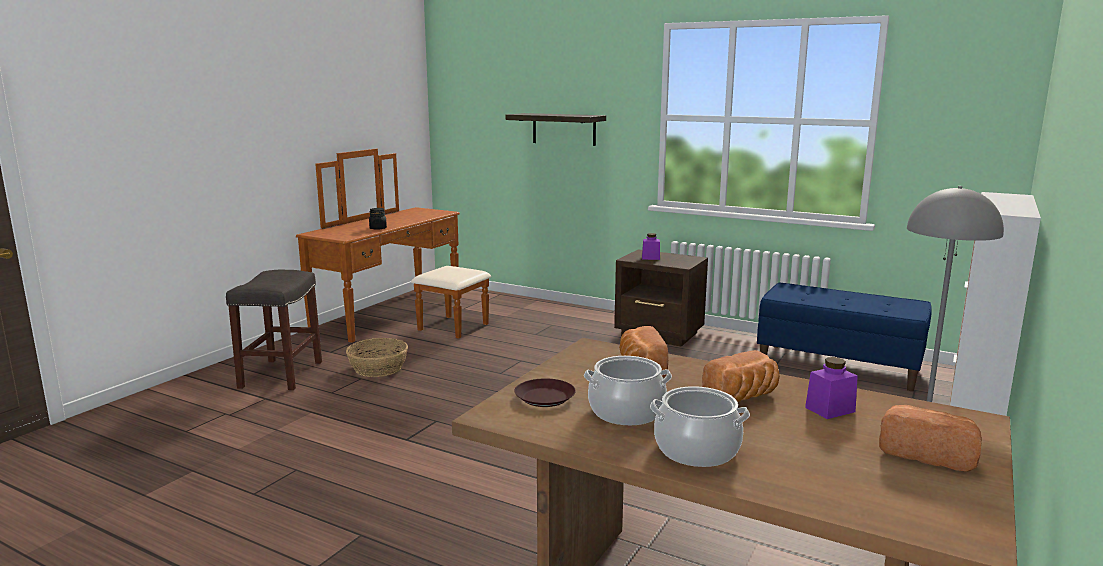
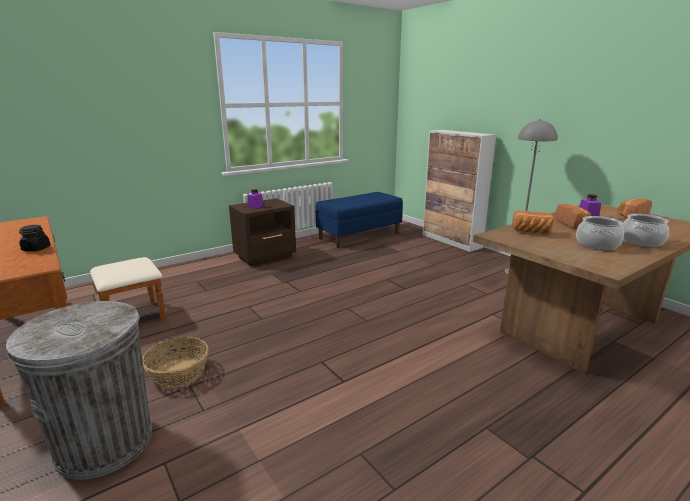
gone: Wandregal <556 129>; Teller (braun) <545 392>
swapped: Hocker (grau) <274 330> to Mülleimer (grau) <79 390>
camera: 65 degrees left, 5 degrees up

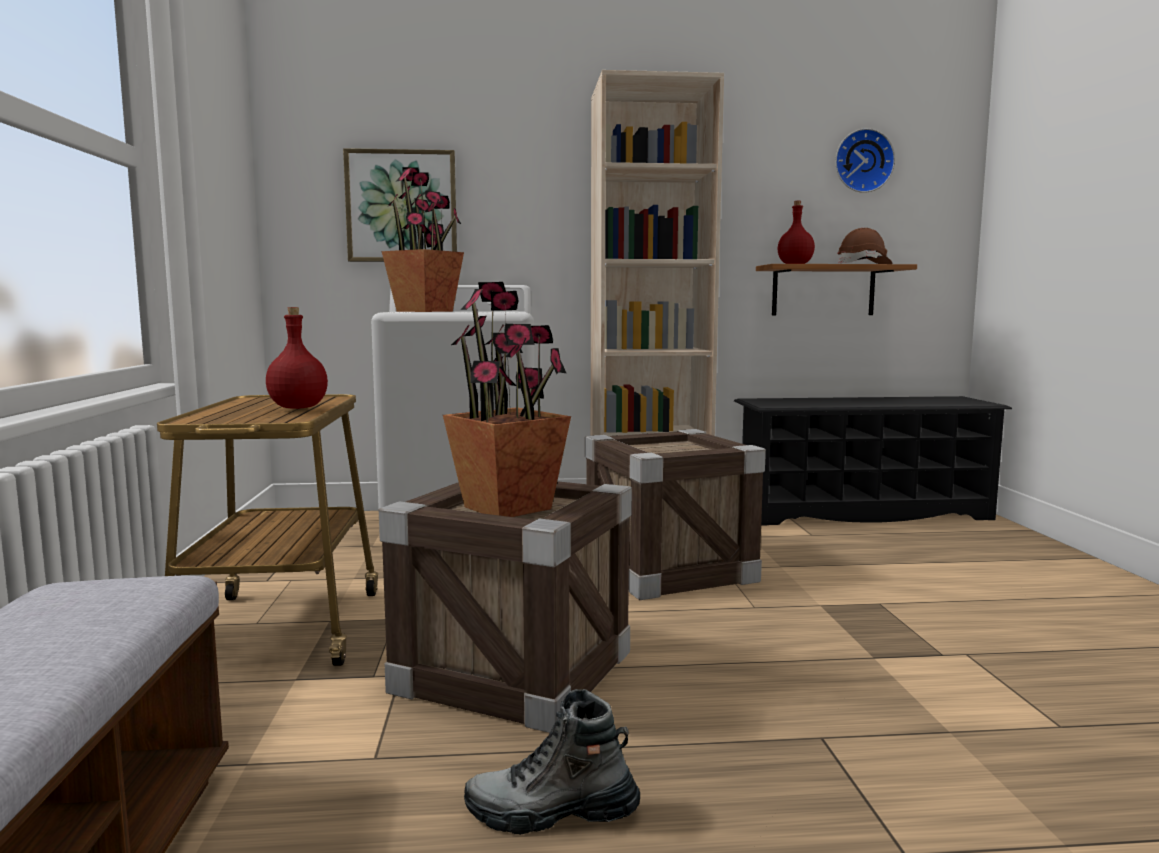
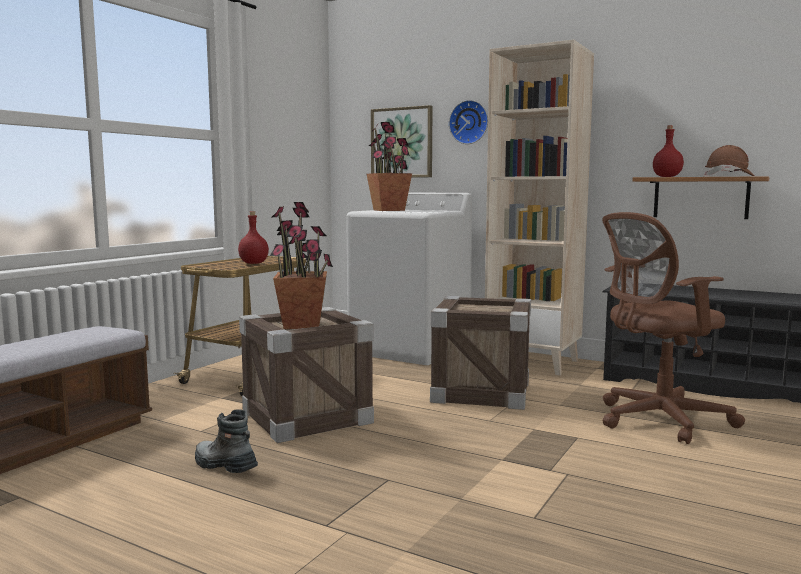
new: Bürostuhl (braun) <673 328>
shifted: Wanduhr <865 160> to <468 122>
camera: 35 degrees right, 0 degrees up

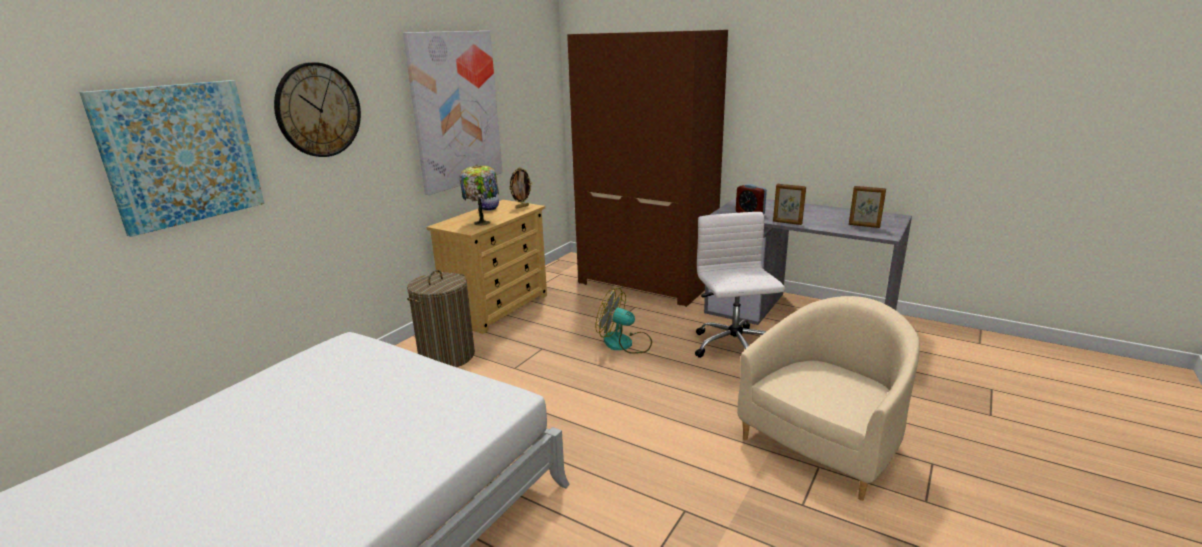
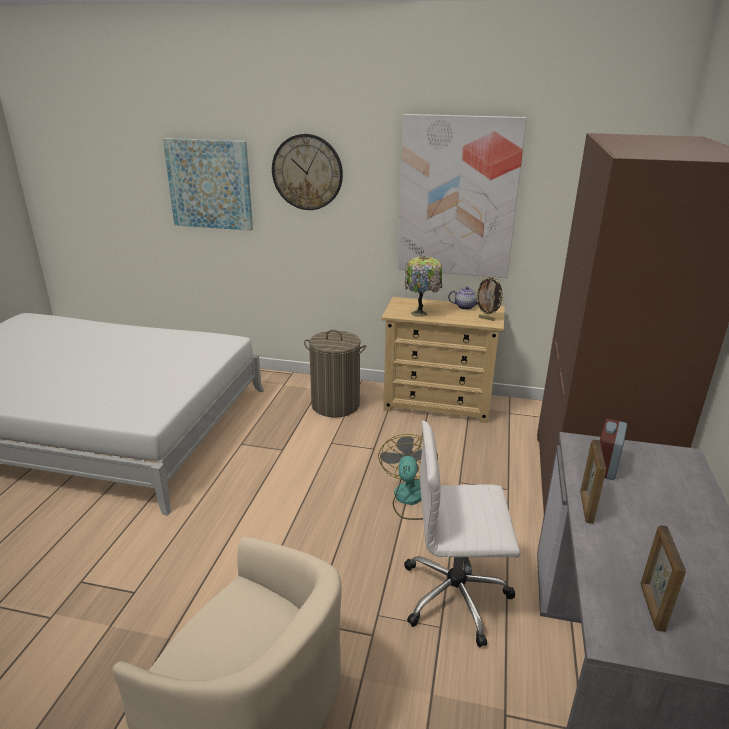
rotated: Bürostuhl (weiß) <740 285> = <462 534> 150 degrees counterclockwise
camera: 70 degrees right, 5 degrees up

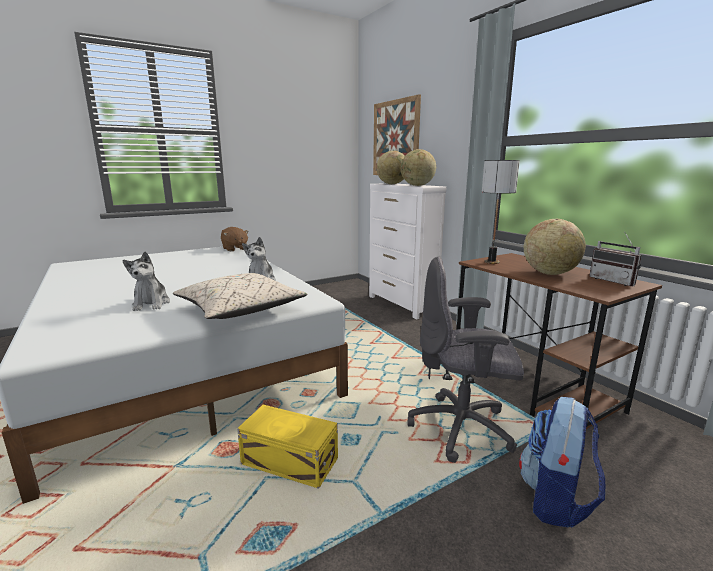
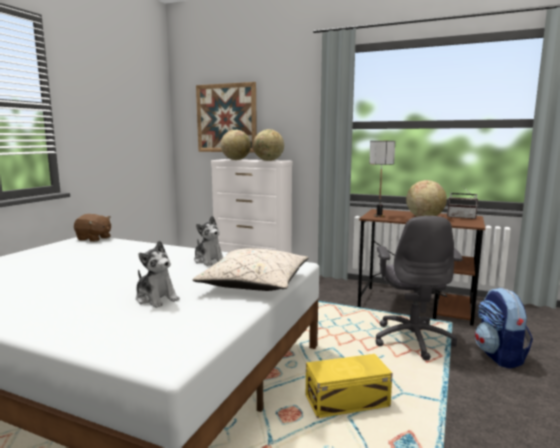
rotated: Bürostuhl (grau) <465 359> = <419 288> 60 degrees counterclockwise
camera: 35 degrees left, 5 degrees down

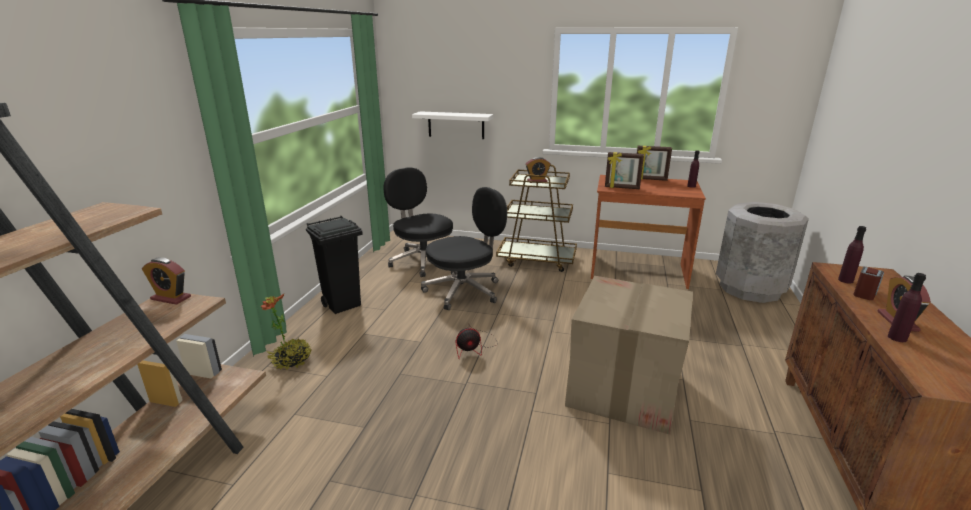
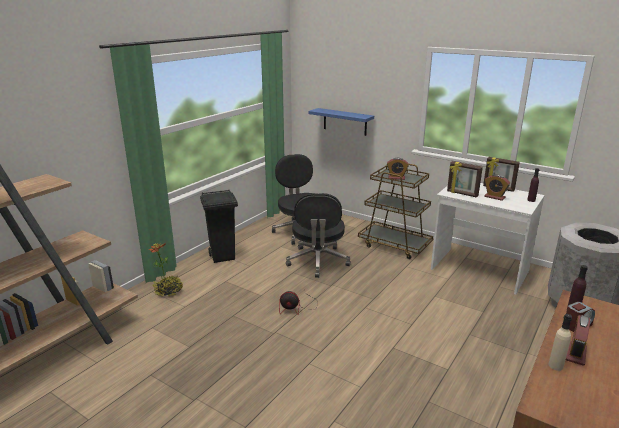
gone: Karton <629 355>
shifted: Wecker <166 281> to <497 187>
repainted: Wandregal (weiß) <452 125> to Wandregal (blau) <341 122>; Schreibtisch (braun) <648 232> to Schreibtisch (weiß) <488 239>; Flasche (lila) <907 307> to Flasche (beige) <560 342>
rotated: Bürostuhl (schwarz) <464 248> = <318 235> 105 degrees clockwise
camera: 20 degrees right, 0 degrees up

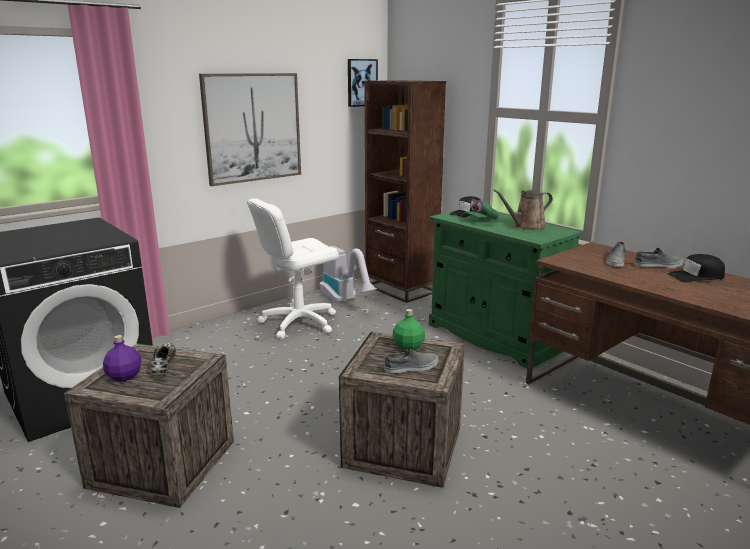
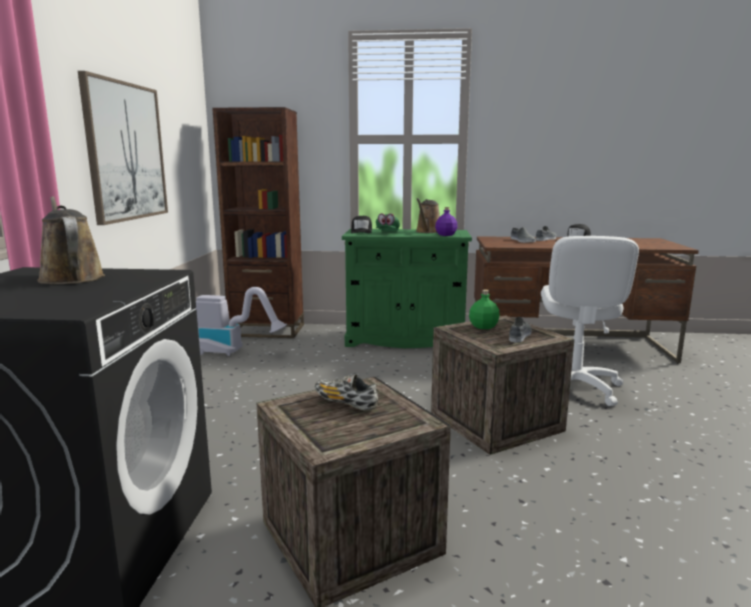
gone: Bild <363 83>
new: Gießkanne (braun) <71 240>
shifted: Flasche (lila) <122 358> to <446 221>; Bürostuhl (weiß) <293 268> to <590 321>
camera: 45 degrees left, 5 degrees down

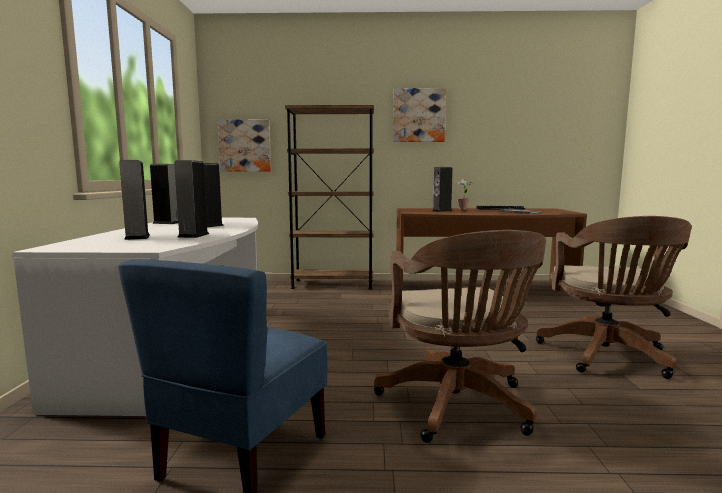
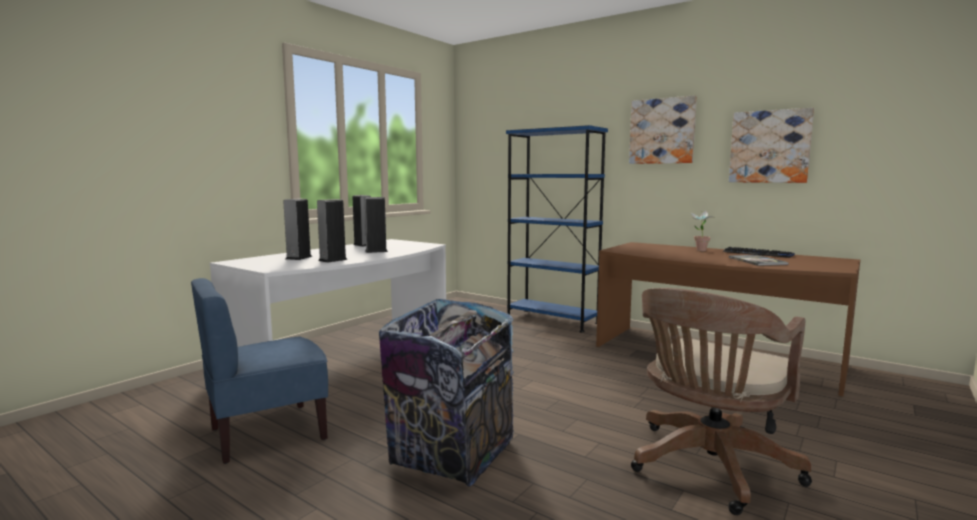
gone: Lautsprecher <442 189>
shifted: Bild <244 145> to <771 145>
swapped: Bürostuhl (braun) <460 336> to Mülleimer <446 393>
repainted: Bücherregal (braun) <329 197> to Bücherregal (blau) <557 229>
camera: 35 degrees right, 0 degrees up

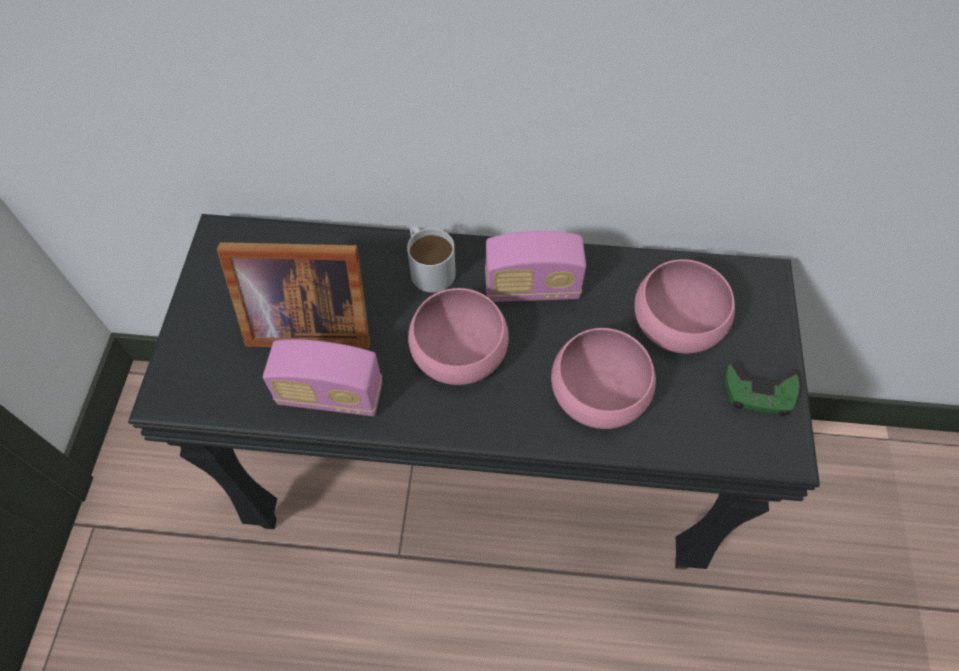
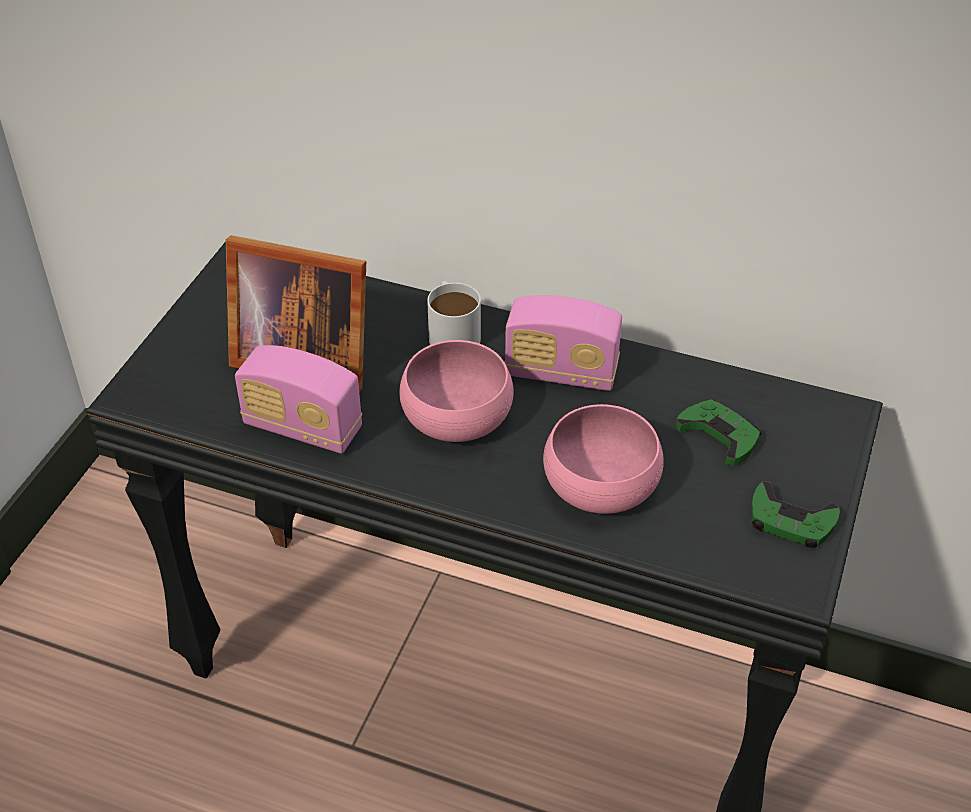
swapped: Schüssel (rosa) <684 306> to Gamepad (grün) <718 433>
camera: 15 degrees right, 15 degrees down

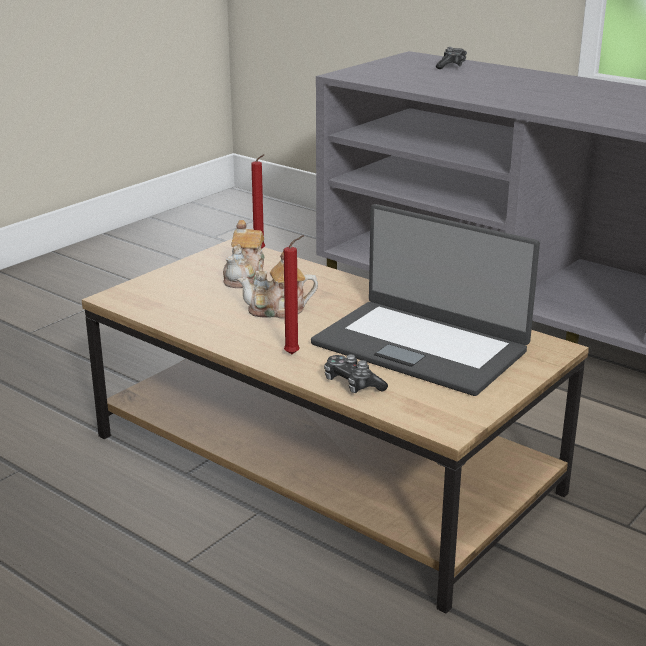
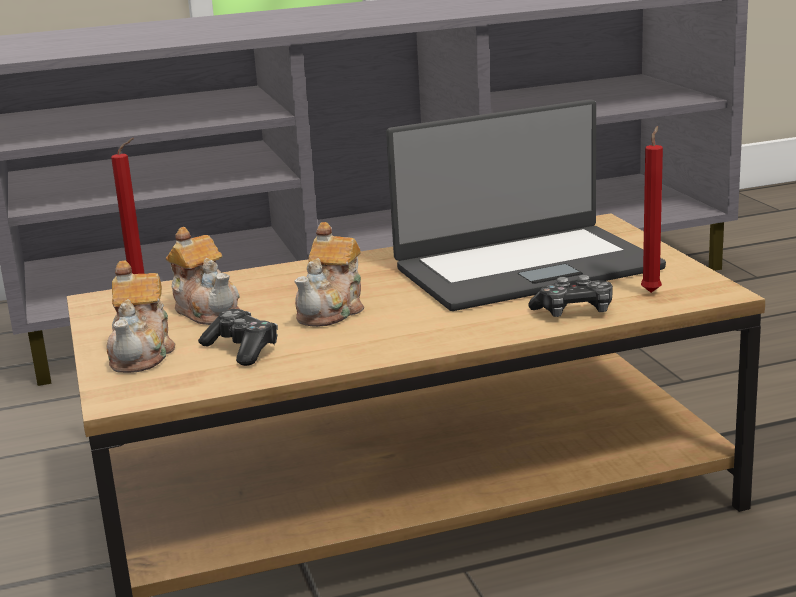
new: Teekanne <140 316>
shifted: Kerze (rot) <294 294> to <652 209>; Gamepad <451 58> to <238 337>
camera: 55 degrees left, 5 degrees down

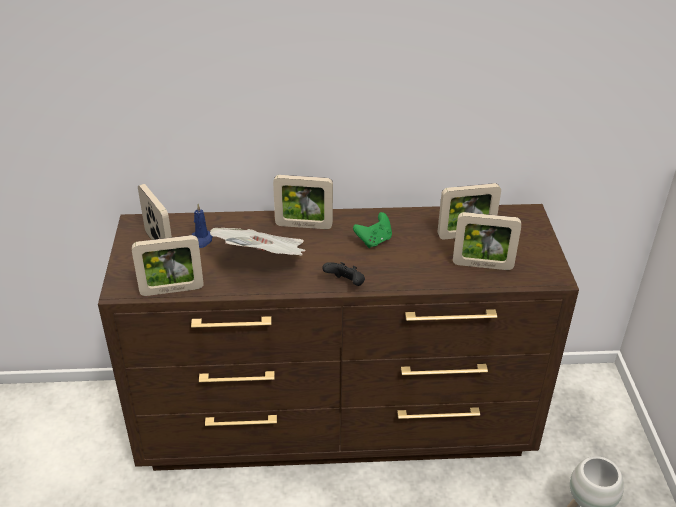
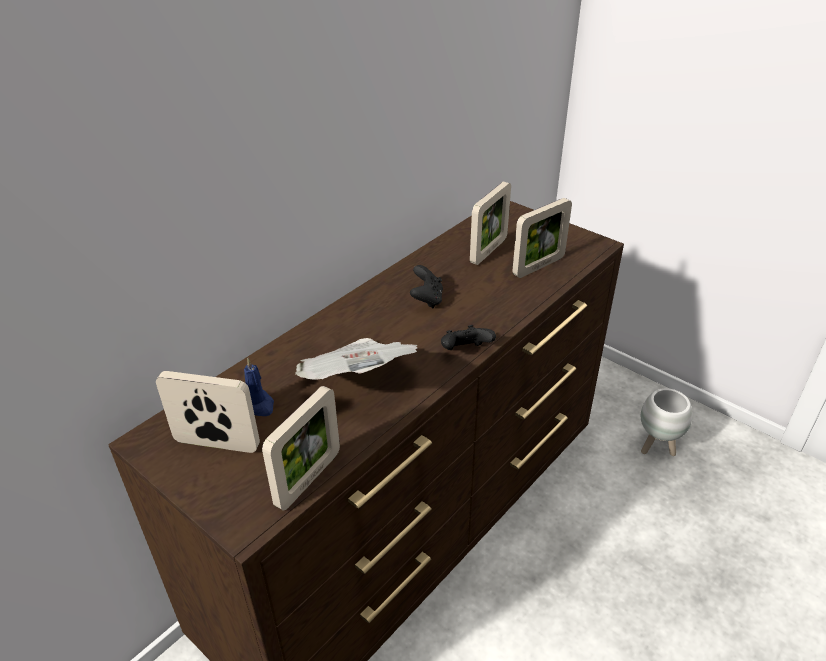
gone: Bilderrahmen <303 202>
repainted: Gamepad (grün) <372 230> to Gamepad (schwarz) <426 286>
camera: 45 degrees left, 0 degrees up

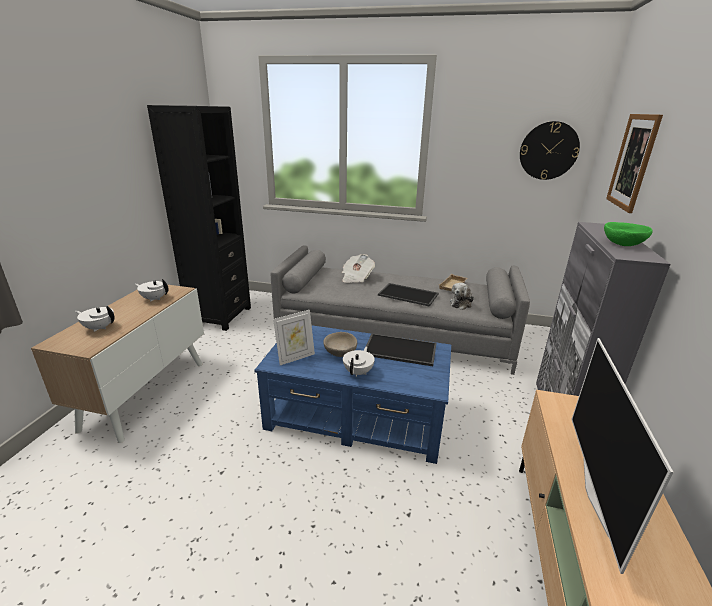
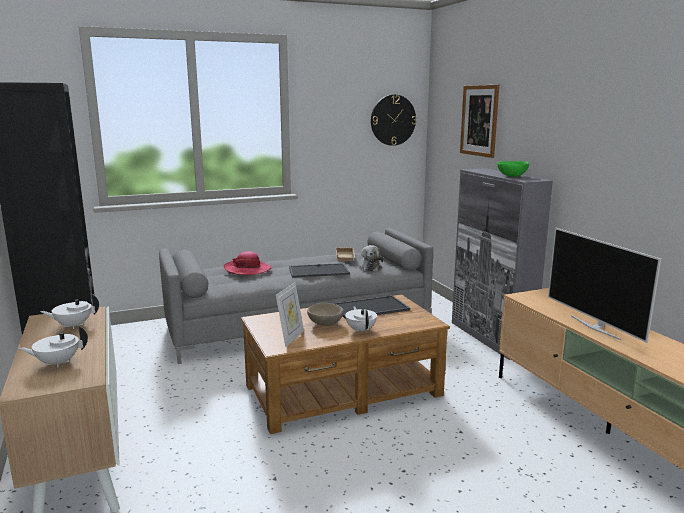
swapped: Zeitung <358 268> to Hut <247 263>
repainted: Couchtisch (blau) <352 394> to Couchtisch (braun) <345 364>
camera: 35 degrees left, 10 degrees down

